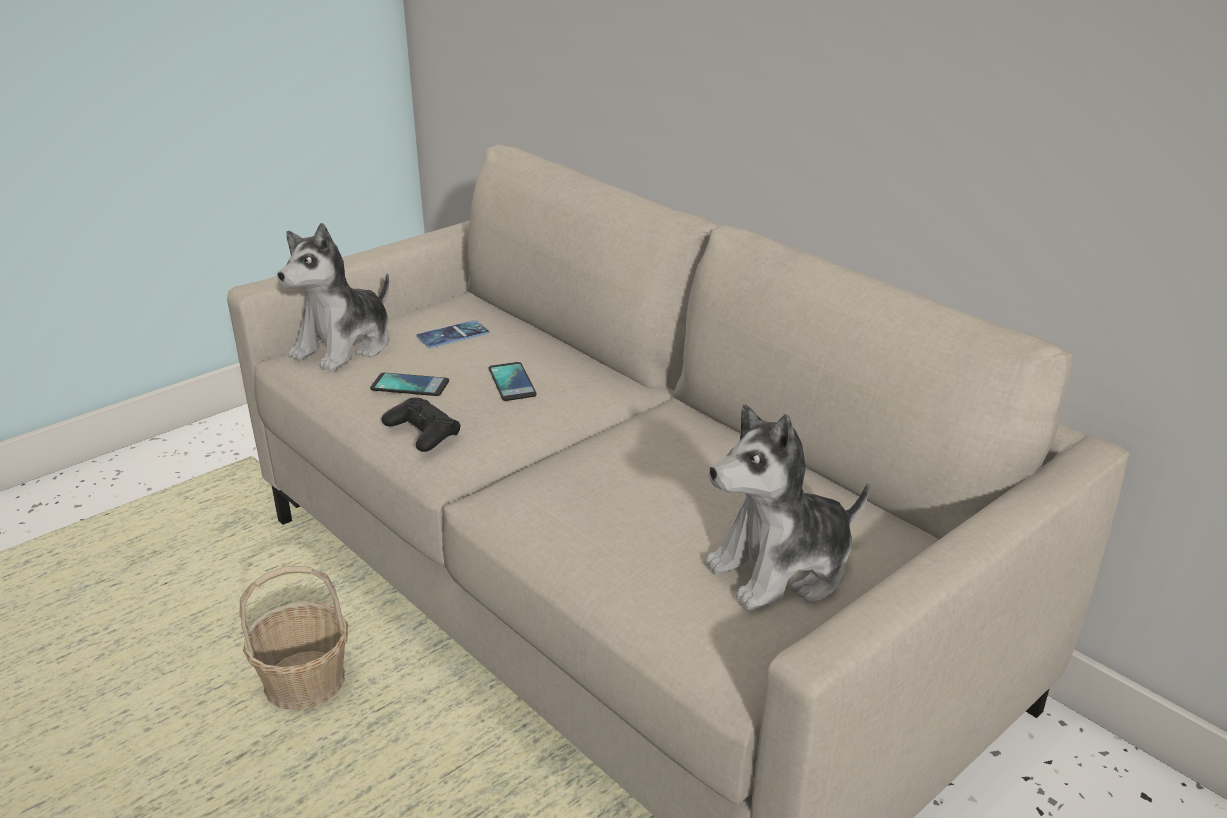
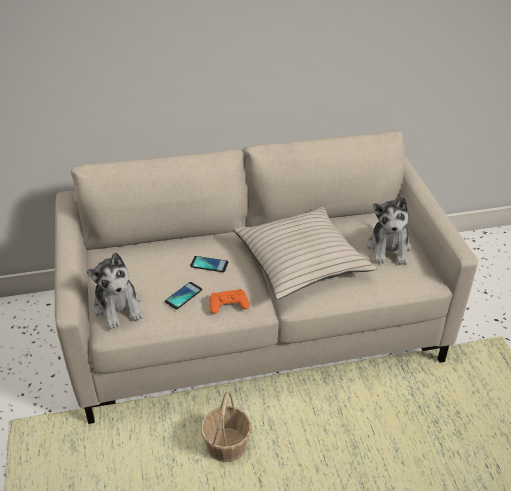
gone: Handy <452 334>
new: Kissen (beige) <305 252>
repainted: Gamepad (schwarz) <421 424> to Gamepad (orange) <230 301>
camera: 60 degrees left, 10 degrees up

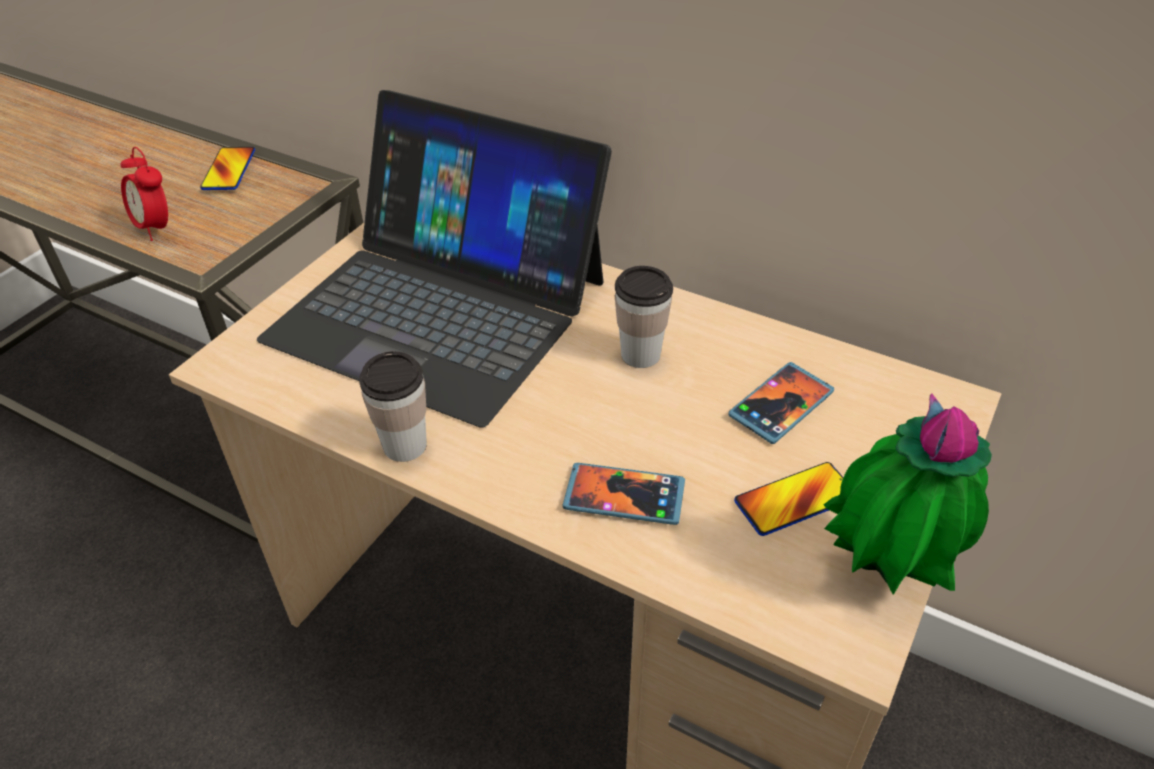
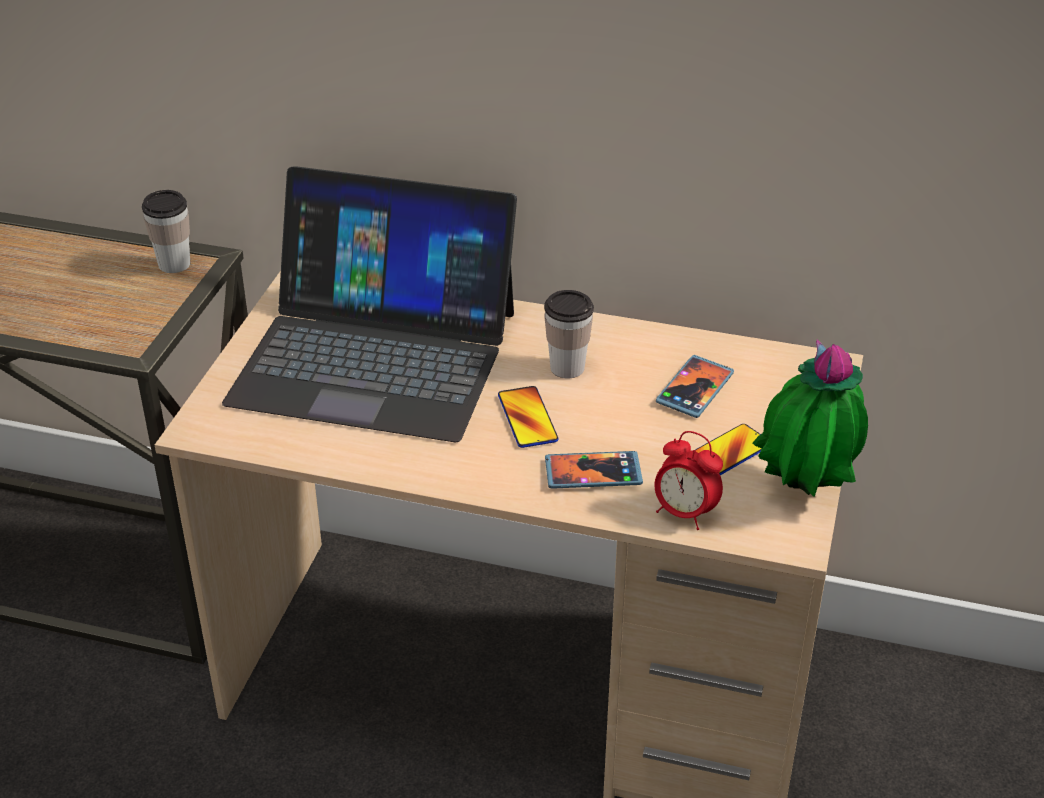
shifted: Wecker <144 194> to <689 480>; Handy <227 168> to <528 417>; Tasse <393 406> to <166 231>
camera: 15 degrees left, 5 degrees down

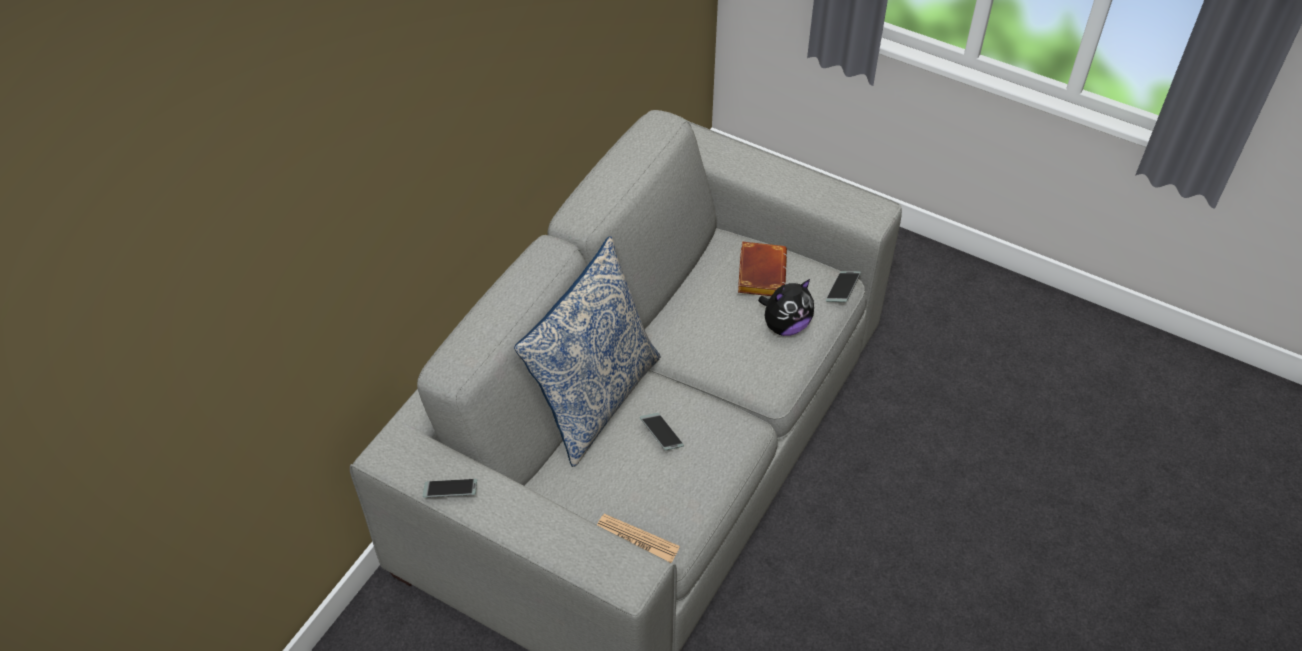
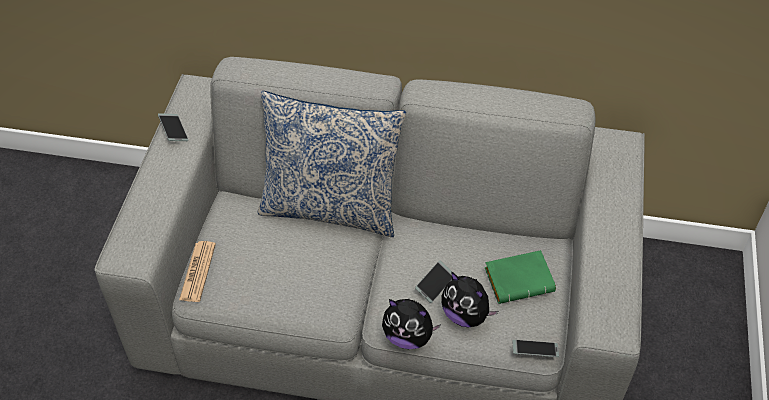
new: Plüschtier <411 324>
shifted: Handy <662 431> to <433 281>
repainted: Buch (braun) <762 269> to Buch (grün) <520 277>
camera: 70 degrees right, 0 degrees up

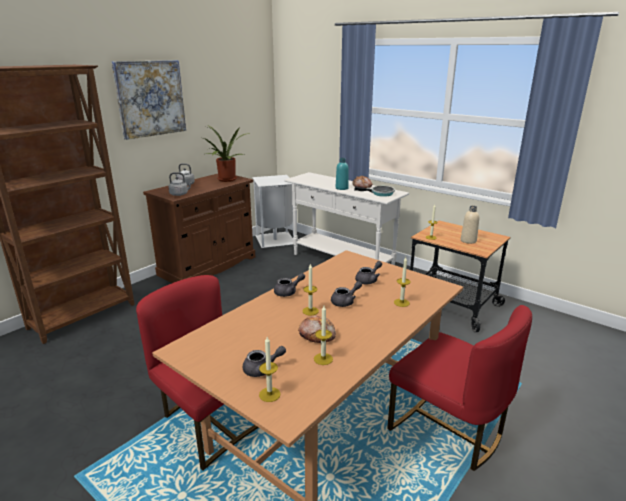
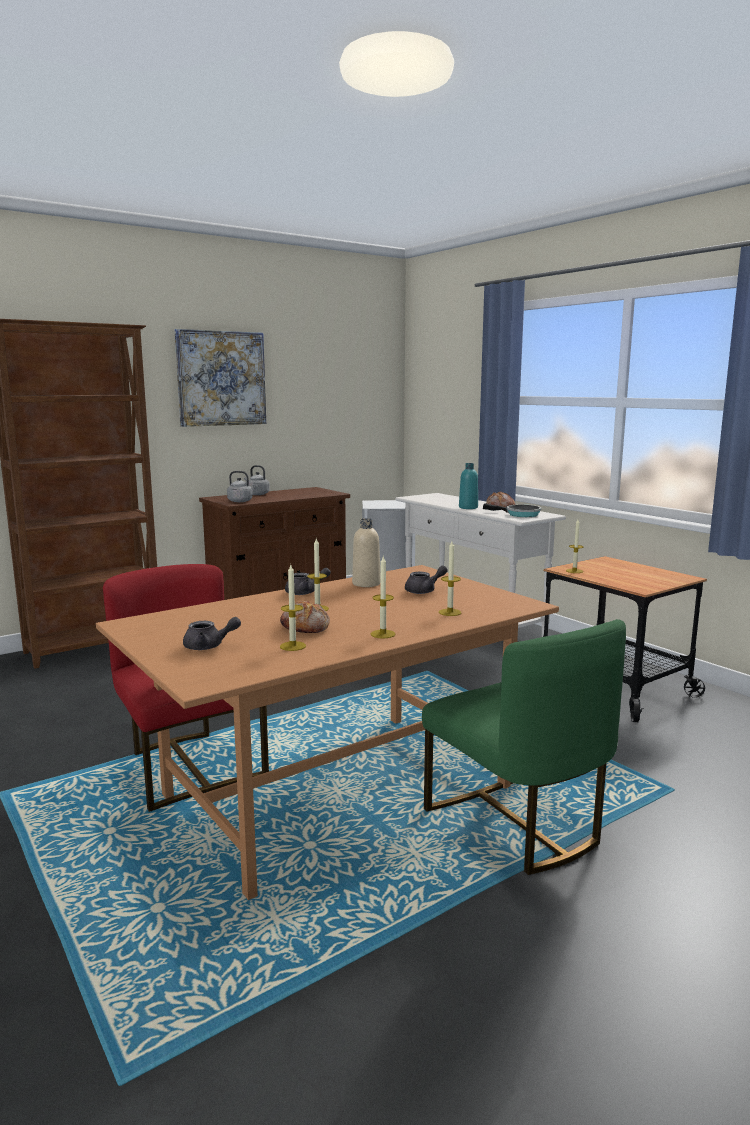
gone: Topfpflanze <226 153>; Teekanne (grau) <346 294>
shifted: Kerze <270 369> to <383 597>; Flasche (beige) <470 225> to <366 552>
repainted: Stuhl (rot) <459 388> to Stuhl (grün) <524 747>
camera: 15 degrees right, 10 degrees down

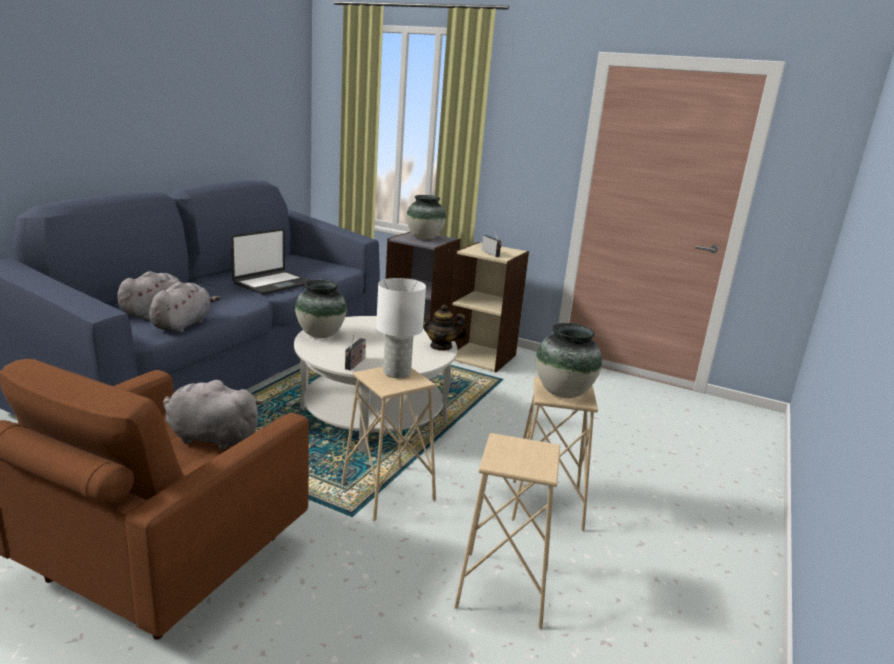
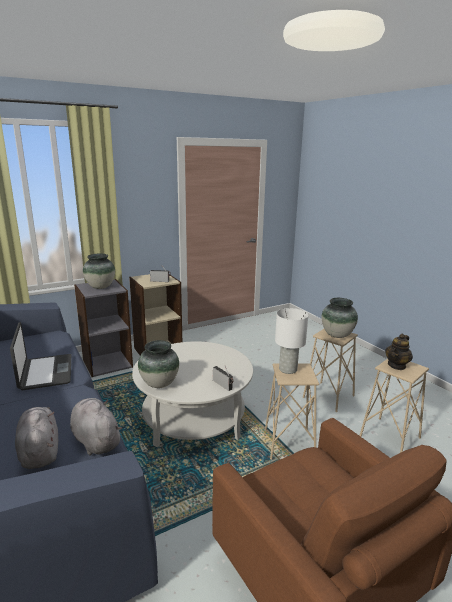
gone: Plüschtier (grau) <213 414>
shifted: Teekanne <445 328> to <399 352>
camera: 55 degrees left, 0 degrees up

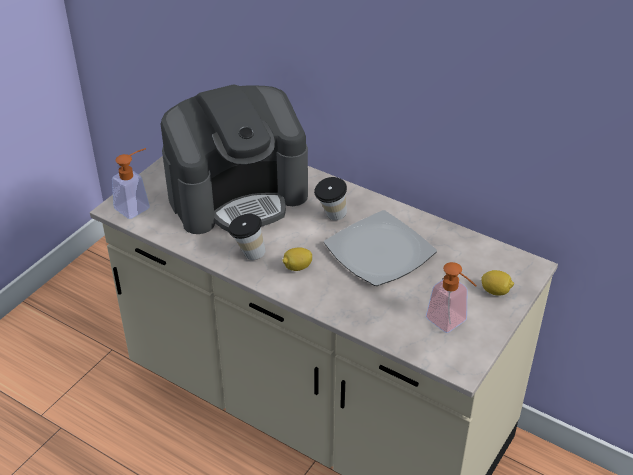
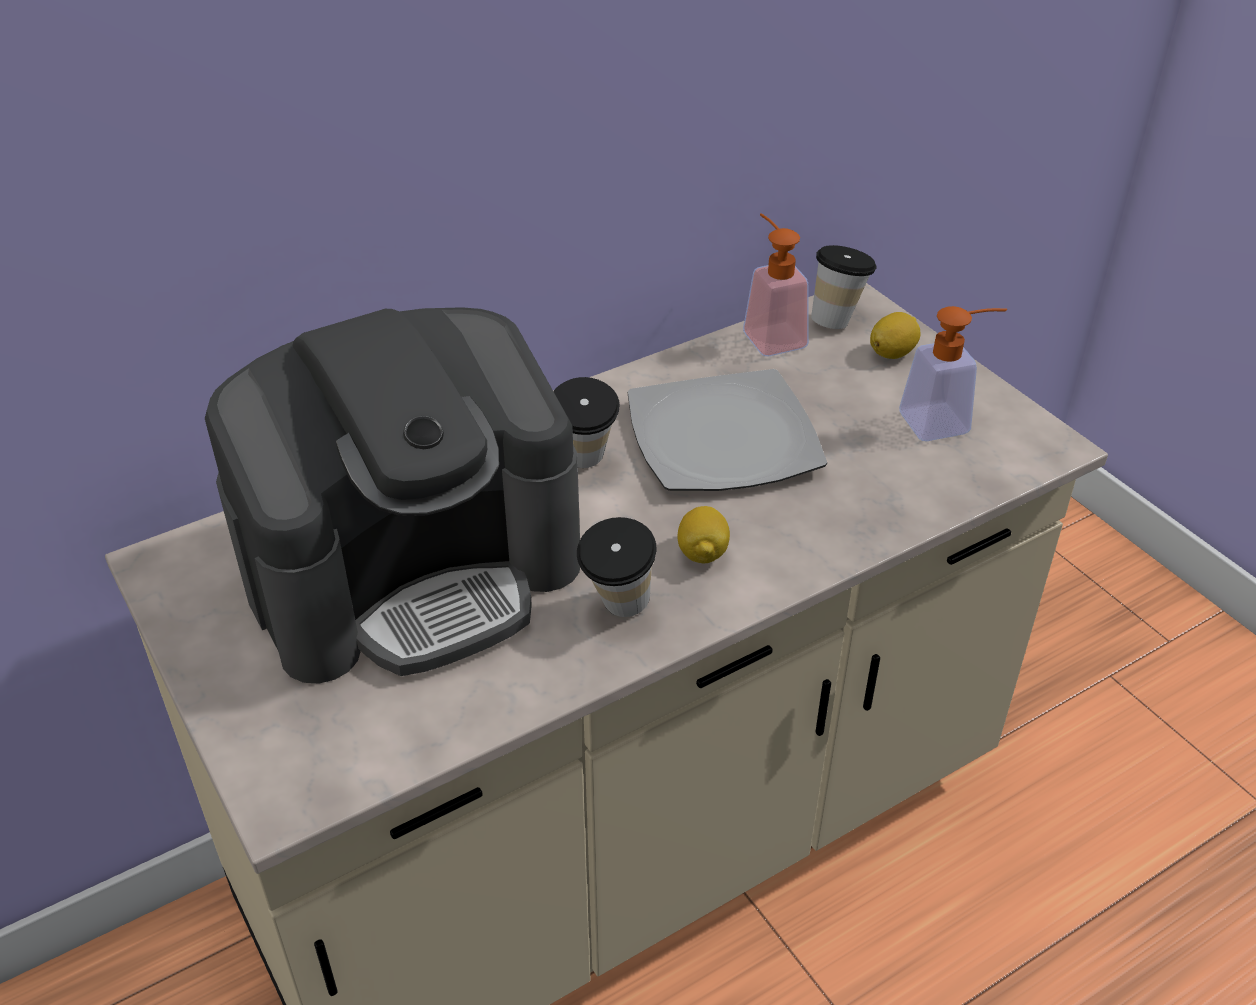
new: Tasse <844 287>
shifted: Seifenspender <131 183> to <776 284>
rotated: Kaffeemaschine <234 159> = <392 495> 60 degrees clockwise
camera: 65 degrees left, 0 degrees up

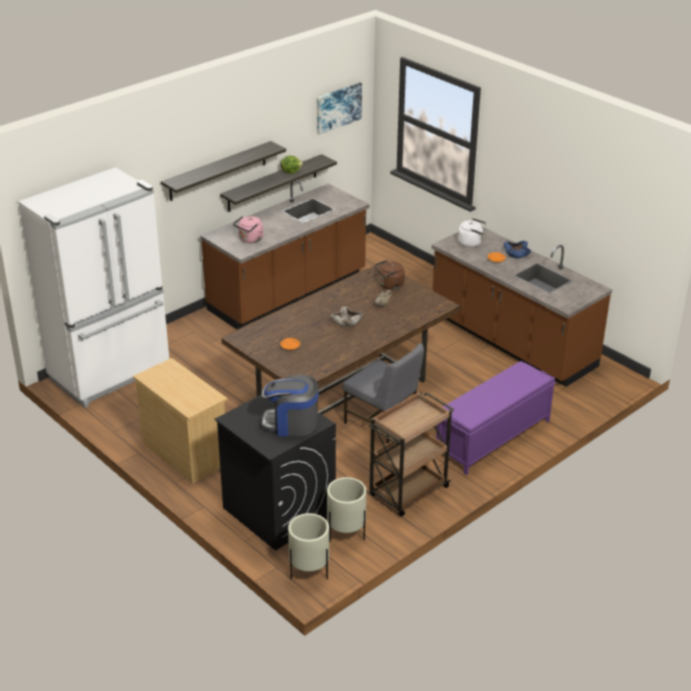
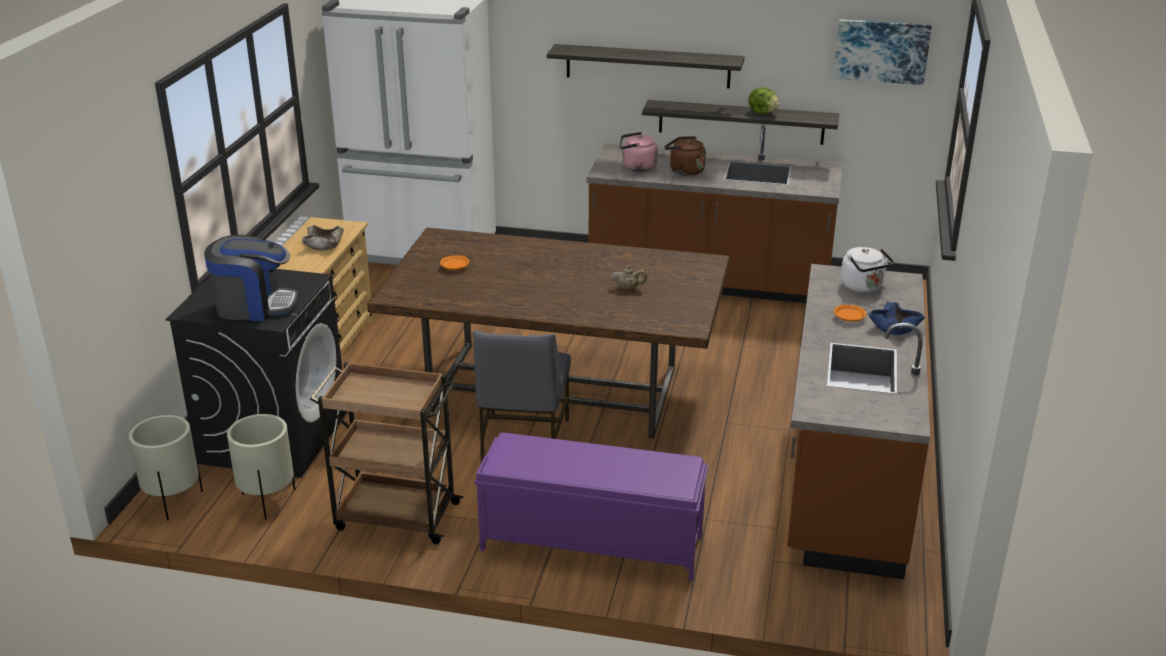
shifted: Schüssel (beige) <347 316> to <323 238>; Wasserkessel (braun) <390 275> to <685 156>
rotated: Kaffeemaschine <290 405> = <251 278> 120 degrees clockwise
camera: 55 degrees right, 5 degrees down

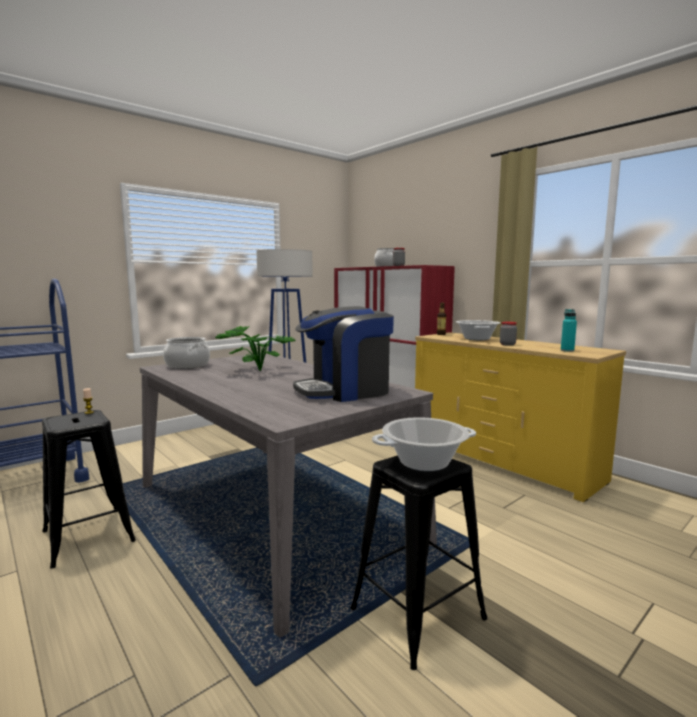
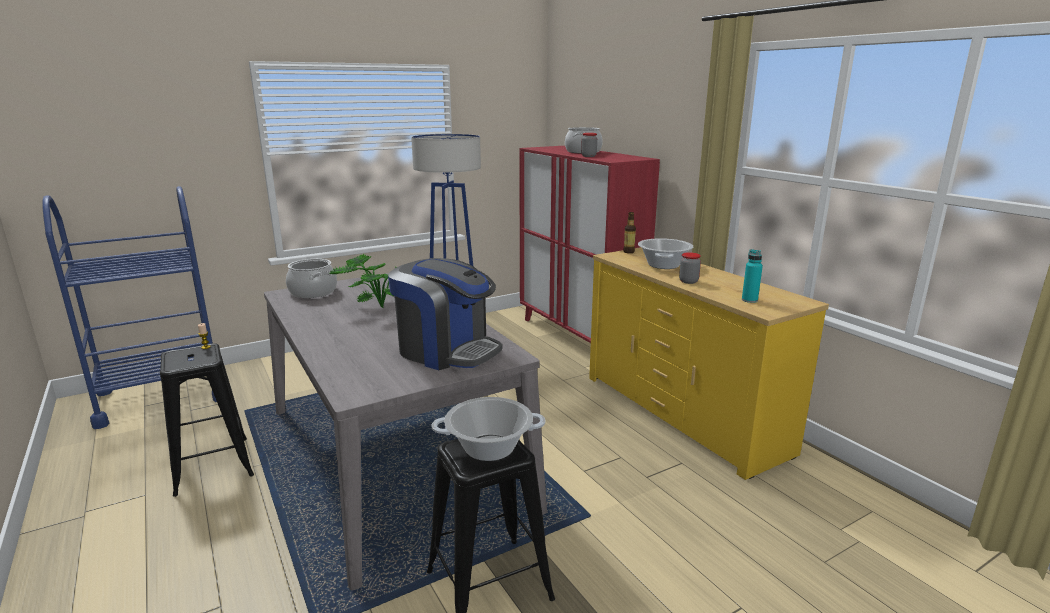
rotated: Kaffeemaschine <343 354> = <445 314> 135 degrees counterclockwise
camera: 10 degrees right, 10 degrees up

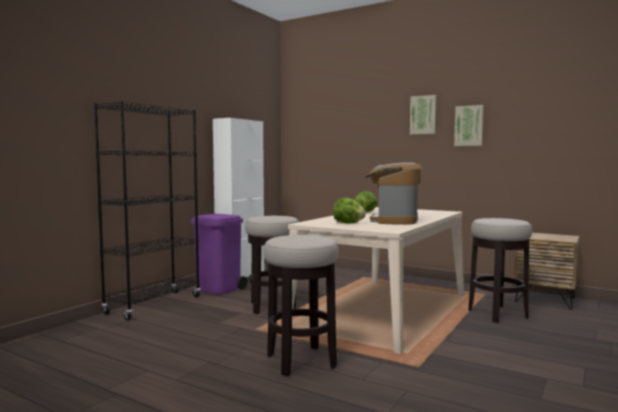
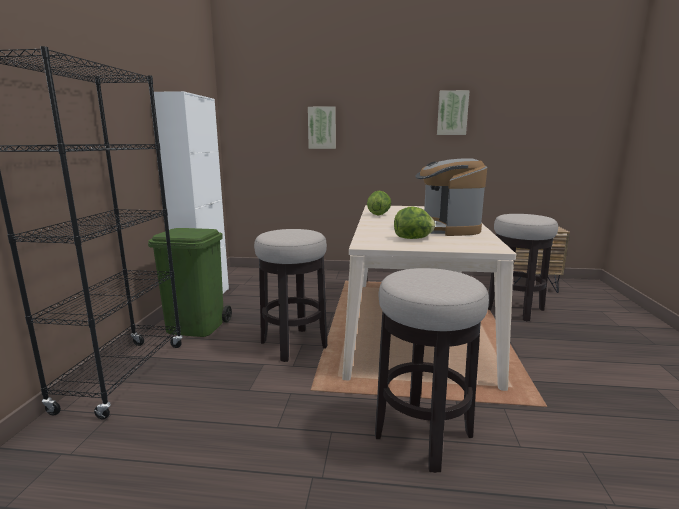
shifted: Bild <423 115> to <322 127>
repainted: Mülleimer (lila) <219 254> to Mülleimer (grün) <190 282>
camera: 25 degrees left, 10 degrees up

